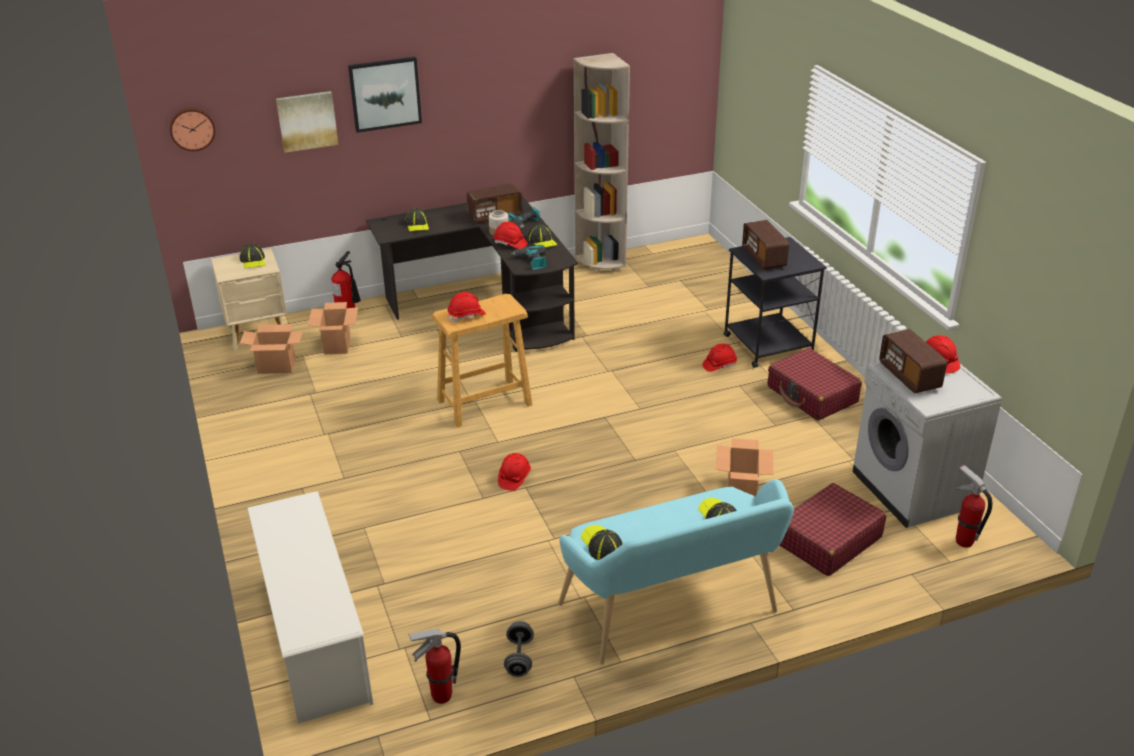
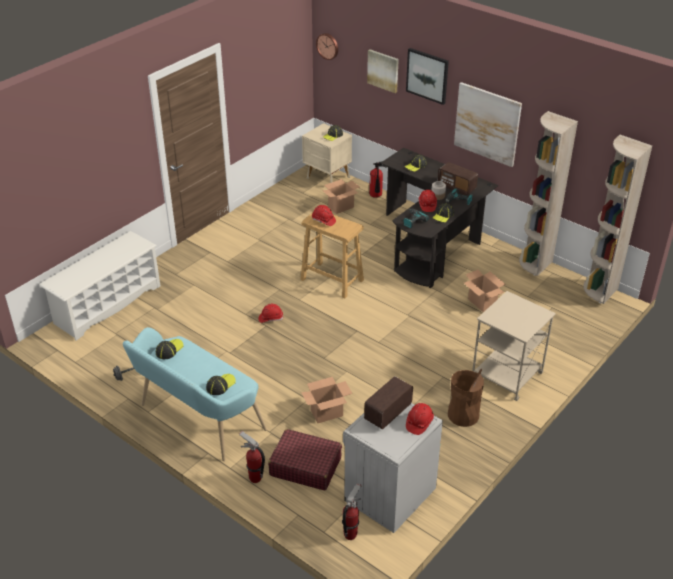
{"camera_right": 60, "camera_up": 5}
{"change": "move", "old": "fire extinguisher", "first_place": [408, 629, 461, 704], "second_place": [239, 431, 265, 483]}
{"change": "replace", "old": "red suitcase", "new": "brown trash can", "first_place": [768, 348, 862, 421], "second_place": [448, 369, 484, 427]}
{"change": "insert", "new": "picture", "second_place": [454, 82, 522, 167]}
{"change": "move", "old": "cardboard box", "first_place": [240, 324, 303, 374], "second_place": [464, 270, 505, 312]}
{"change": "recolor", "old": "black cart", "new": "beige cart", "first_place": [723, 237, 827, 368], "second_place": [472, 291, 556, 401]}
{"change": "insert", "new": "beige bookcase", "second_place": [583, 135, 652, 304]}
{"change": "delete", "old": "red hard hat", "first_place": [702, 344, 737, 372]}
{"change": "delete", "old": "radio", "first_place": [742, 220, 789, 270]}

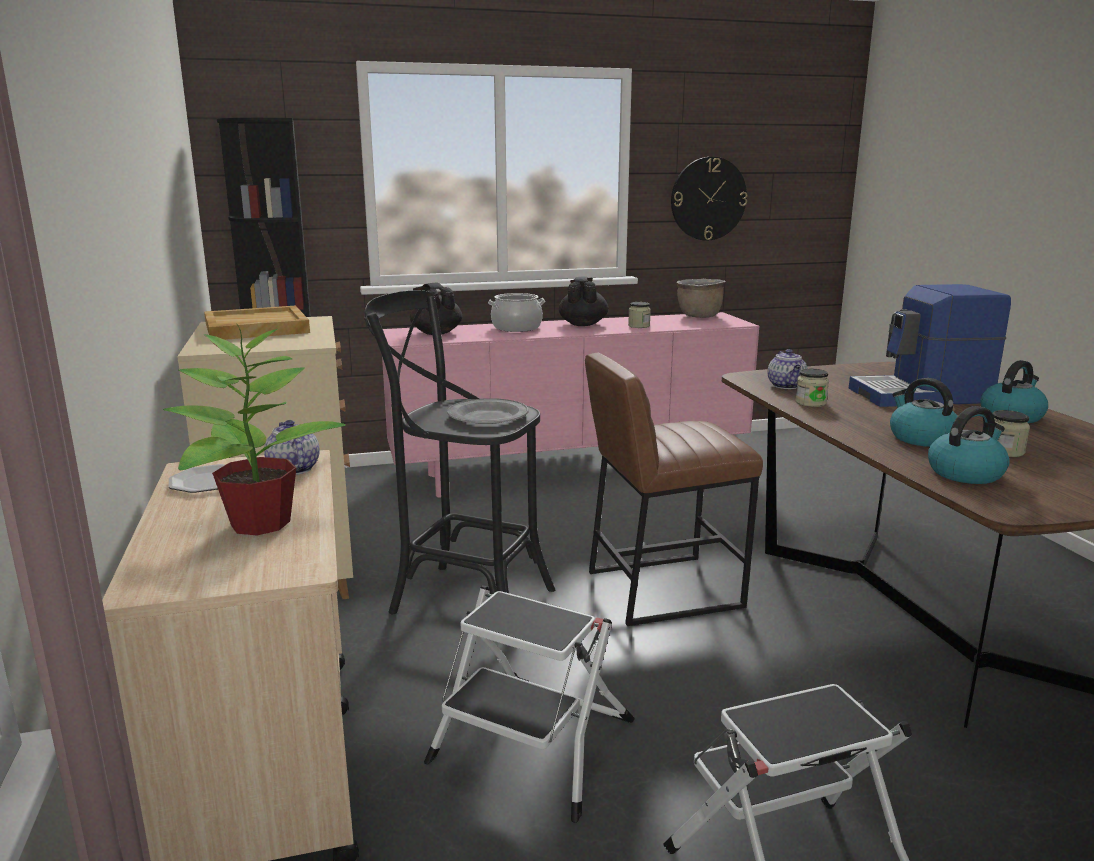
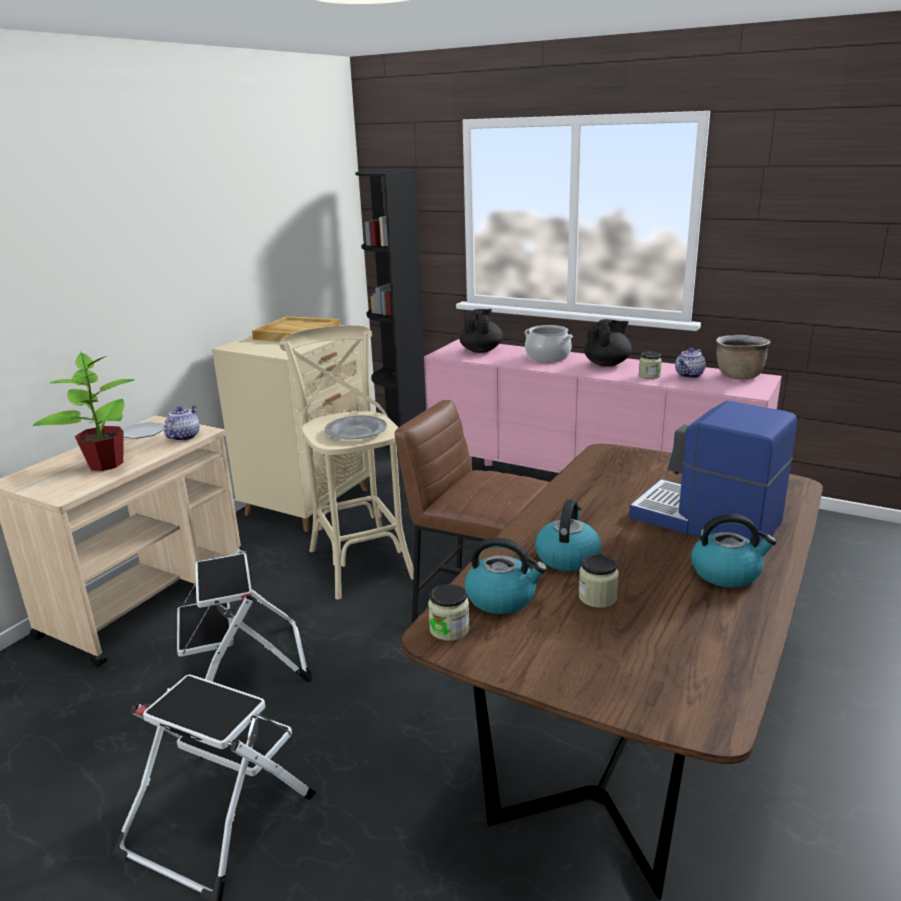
{"camera_right": 45, "camera_up": 5}
{"change": "recolor", "old": "black stool", "new": "beige stool", "first_place": [364, 290, 555, 614], "second_place": [280, 325, 414, 600]}
{"change": "move", "old": "jar", "first_place": [795, 369, 829, 407], "second_place": [428, 584, 470, 641]}
{"change": "move", "old": "teapot", "first_place": [768, 349, 807, 389], "second_place": [675, 348, 706, 378]}
{"change": "delete", "old": "wall clock", "first_place": [671, 157, 747, 241]}

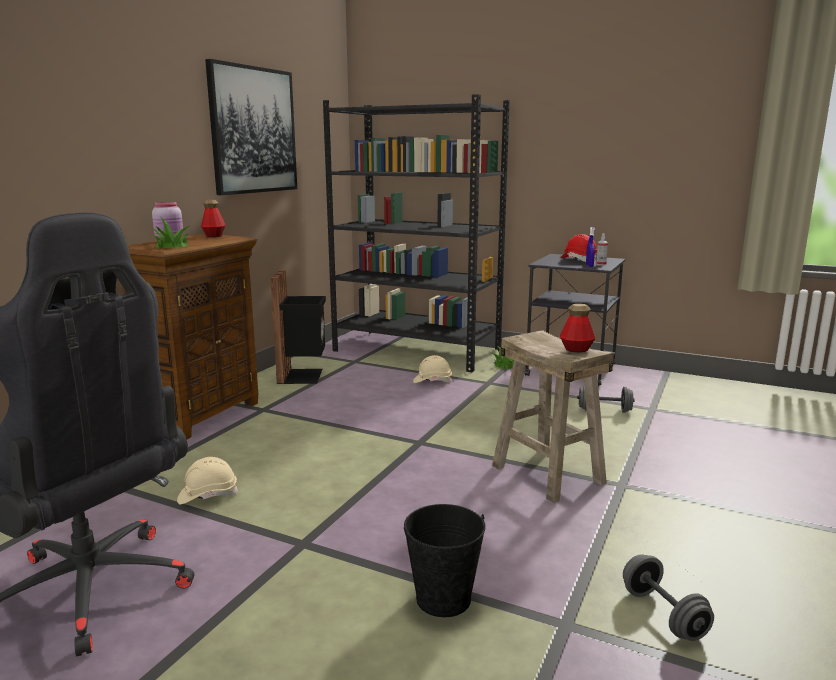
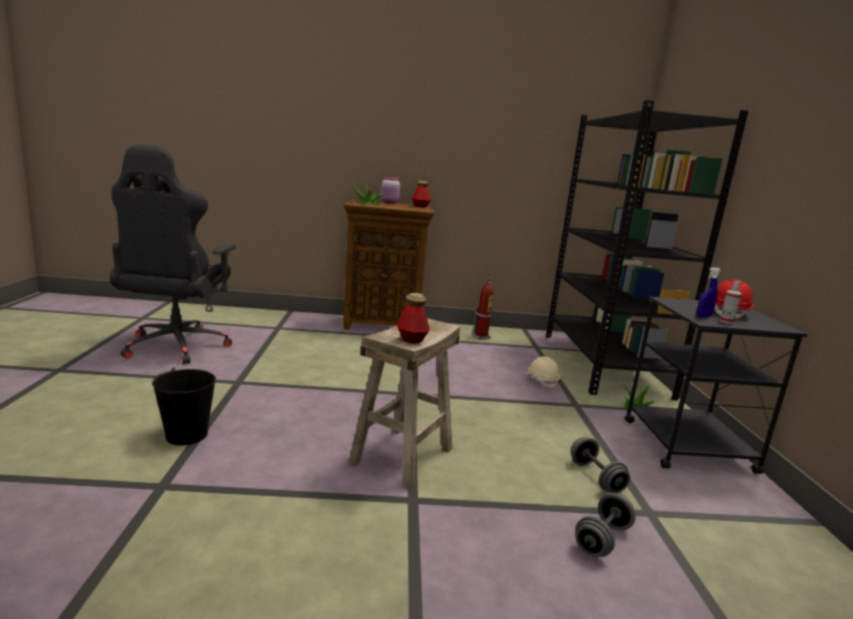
{"camera_right": 60, "camera_up": 0}
{"change": "replace", "old": "black trash can", "new": "fire extinguisher", "first_place": [270, 270, 326, 384], "second_place": [473, 277, 494, 340]}
{"change": "move", "old": "grey dumbbell", "first_place": [623, 554, 714, 641], "second_place": [575, 493, 636, 557]}
{"change": "delete", "old": "beige hard hat", "first_place": [177, 457, 238, 504]}
{"change": "delete", "old": "picture", "first_place": [205, 59, 297, 195]}

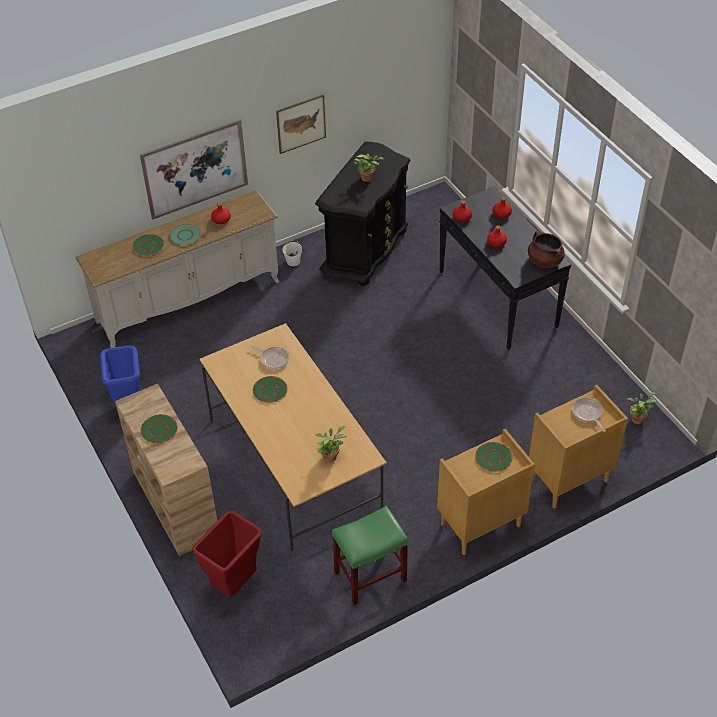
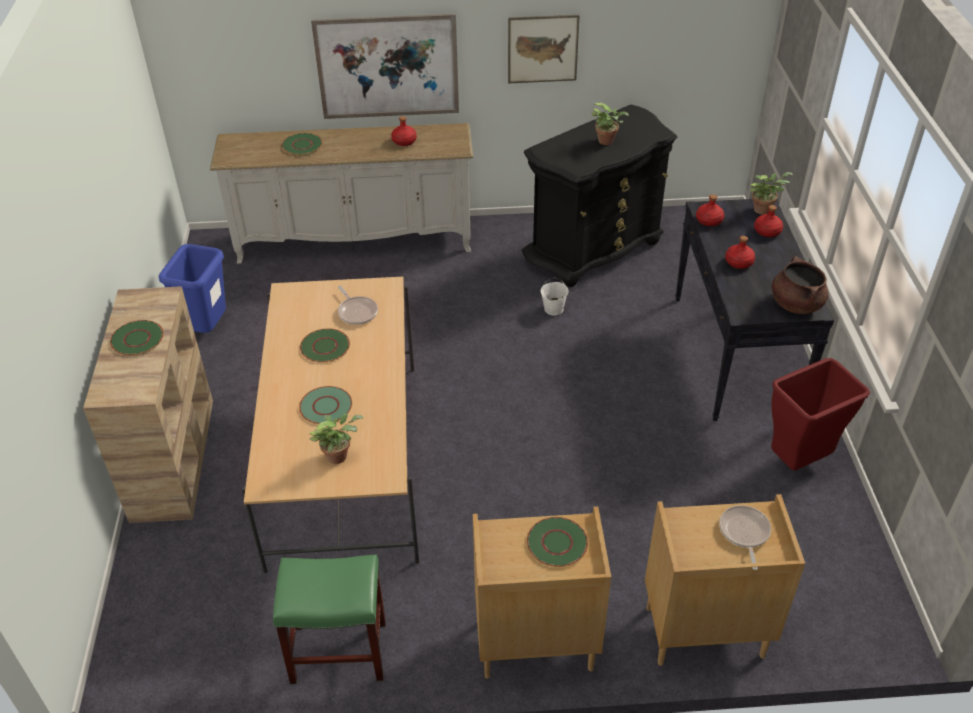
{"camera_right": 25, "camera_up": -5}
{"change": "move", "old": "green plate", "first_place": [169, 224, 201, 246], "second_place": [299, 386, 352, 424]}
{"change": "move", "old": "white bucket", "first_place": [283, 240, 302, 266], "second_place": [541, 277, 568, 315]}
{"change": "move", "old": "potted plant", "first_place": [627, 392, 657, 424], "second_place": [749, 172, 794, 215]}
{"change": "move", "old": "red trash can", "first_place": [192, 511, 262, 598], "second_place": [771, 358, 870, 471]}

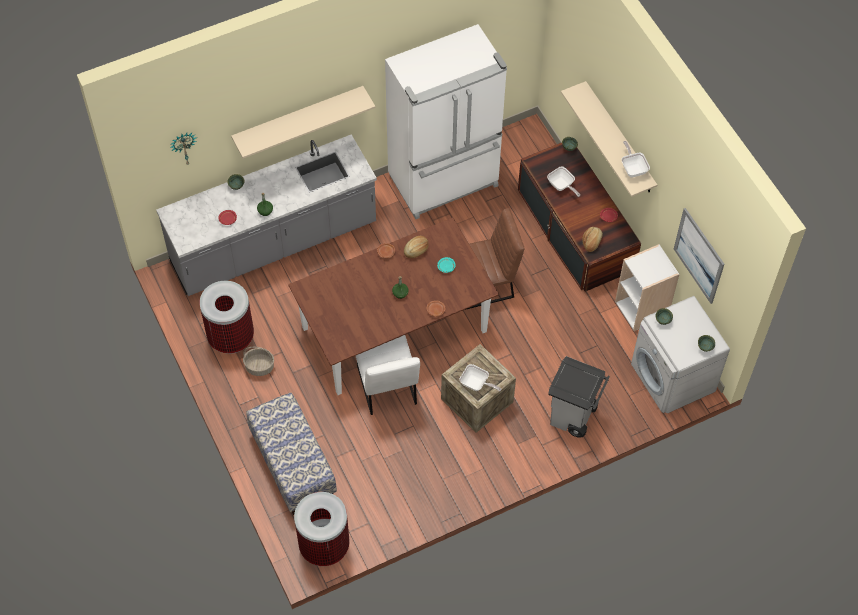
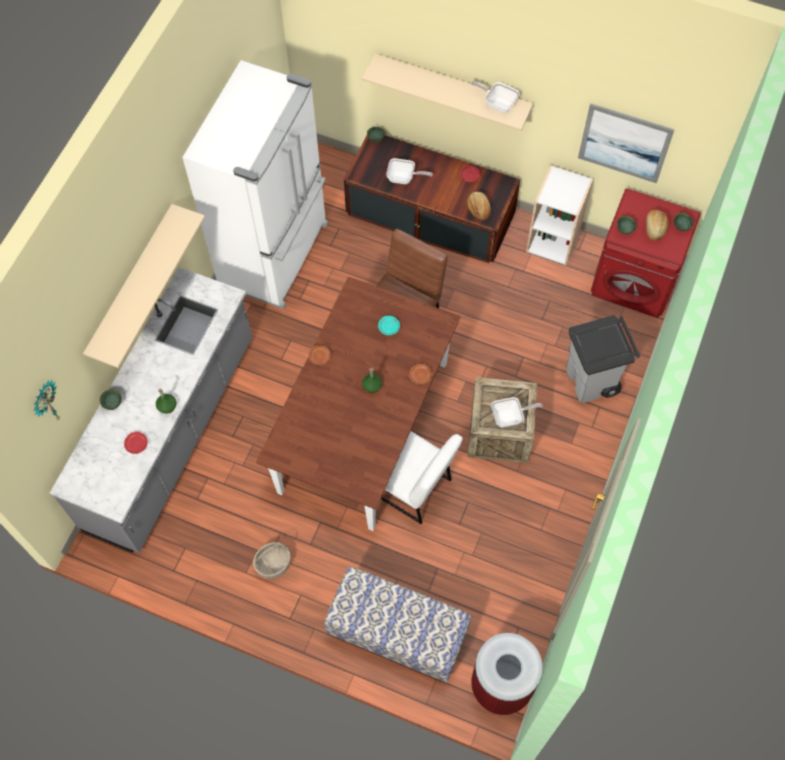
{"camera_right": -40, "camera_up": 5}
{"change": "recolor", "old": "white washing machine", "new": "red washing machine", "first_place": [631, 296, 730, 413], "second_place": [591, 189, 701, 318]}
{"change": "move", "old": "bread", "first_place": [404, 236, 429, 258], "second_place": [646, 210, 669, 241]}
{"change": "delete", "old": "trash can", "first_place": [199, 281, 254, 354]}

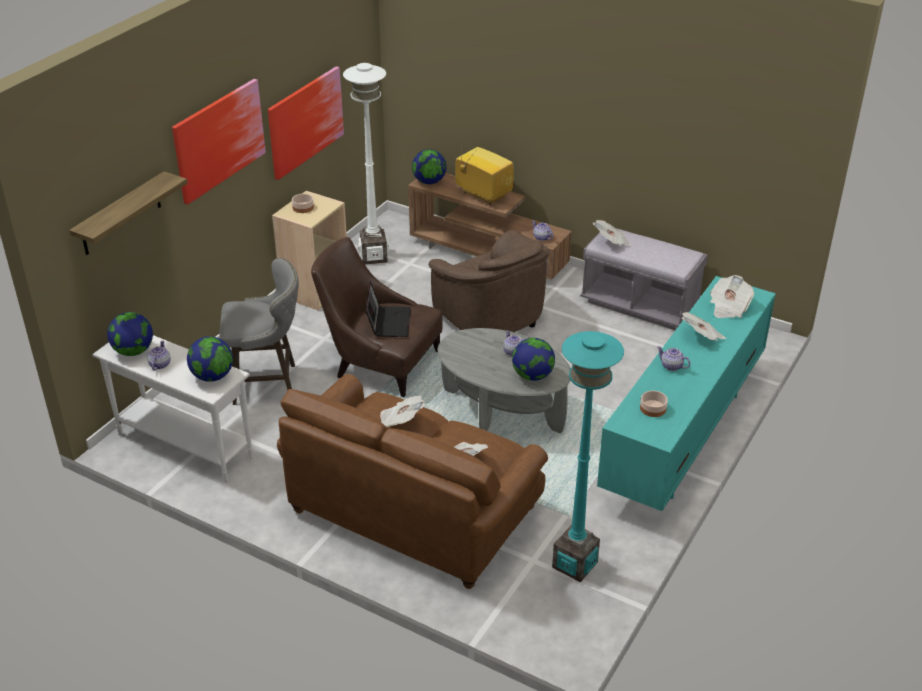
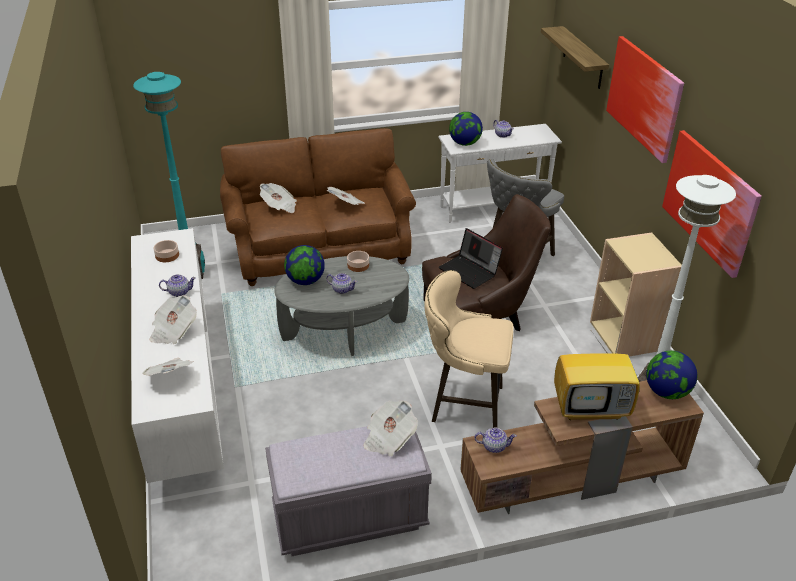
{"camera_right": 135, "camera_up": 0}
{"change": "recolor", "old": "turquoise cabinet", "new": "white cabinet", "first_place": [597, 276, 776, 511], "second_place": [131, 228, 224, 483]}
{"change": "move", "old": "bowl", "first_place": [292, 194, 314, 213], "second_place": [347, 251, 369, 272]}
{"change": "replace", "old": "brown armchair", "new": "beige stool", "first_place": [429, 230, 550, 332], "second_place": [424, 270, 513, 428]}
{"change": "delete", "old": "globe", "first_place": [107, 312, 153, 356]}

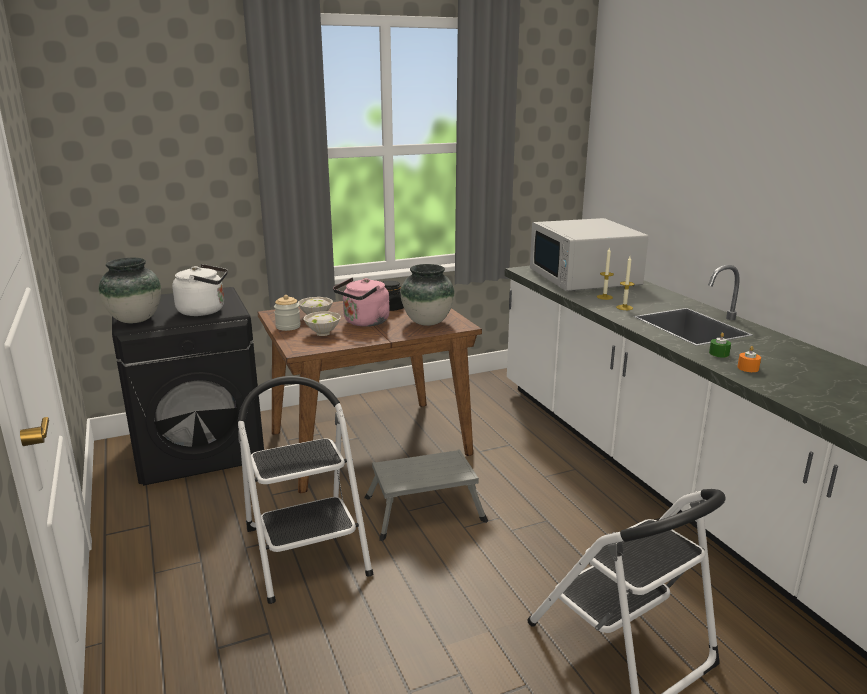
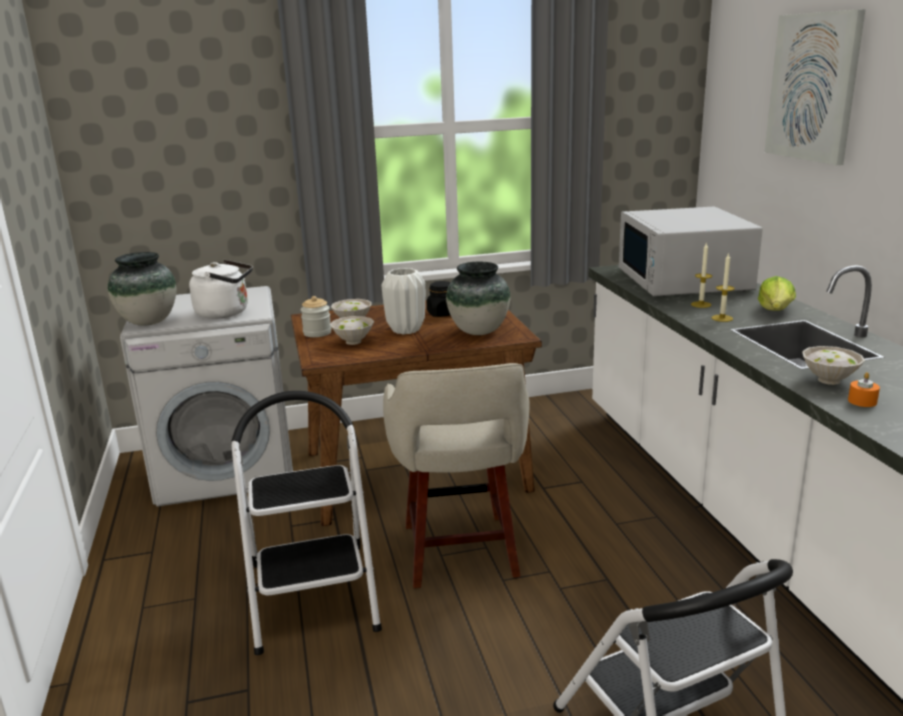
{"camera_right": 10, "camera_up": 0}
{"change": "recolor", "old": "black washing machine", "new": "white washing machine", "first_place": [112, 287, 264, 486], "second_place": [120, 286, 293, 507]}
{"change": "replace", "old": "pink kettle", "new": "white vase", "first_place": [333, 277, 390, 327], "second_place": [382, 268, 425, 334]}
{"change": "replace", "old": "grey step ladder", "new": "beige stool", "first_place": [364, 449, 488, 541], "second_place": [383, 363, 530, 588]}
{"change": "insert", "new": "lettuce", "second_place": [758, 276, 796, 311]}
{"change": "insert", "new": "picture", "second_place": [765, 9, 866, 165]}
{"change": "replace", "old": "green candle", "new": "white bowl", "first_place": [709, 332, 731, 357], "second_place": [802, 346, 865, 385]}

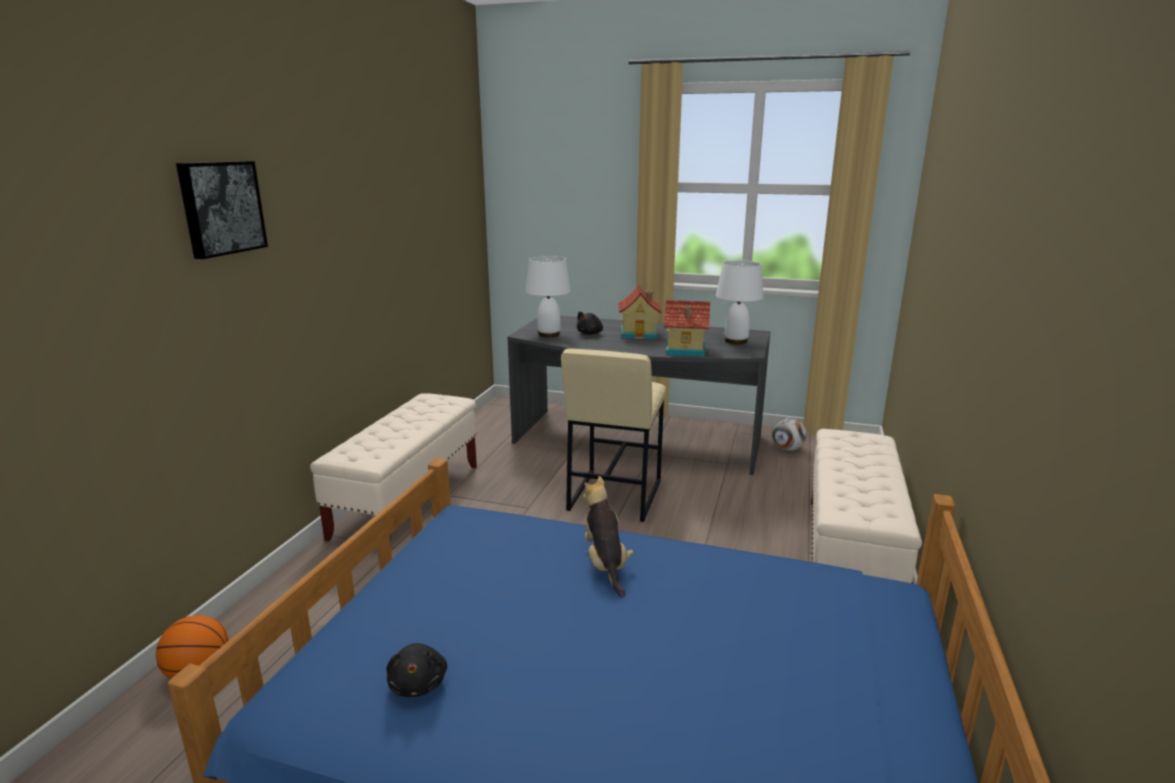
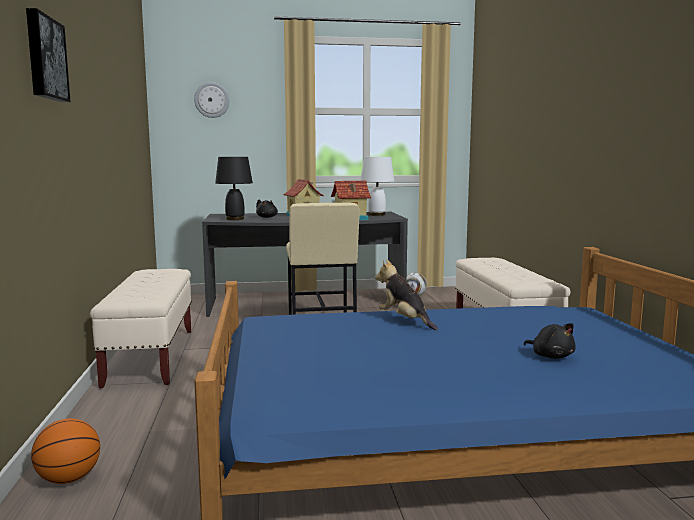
{"camera_right": -25, "camera_up": -10}
{"change": "insert", "new": "wall clock", "second_place": [194, 82, 230, 118]}
{"change": "recolor", "old": "white table lamp", "new": "black table lamp", "first_place": [526, 256, 571, 337], "second_place": [215, 157, 253, 220]}
{"change": "move", "old": "black plush toy", "first_place": [386, 643, 447, 697], "second_place": [524, 323, 576, 359]}

